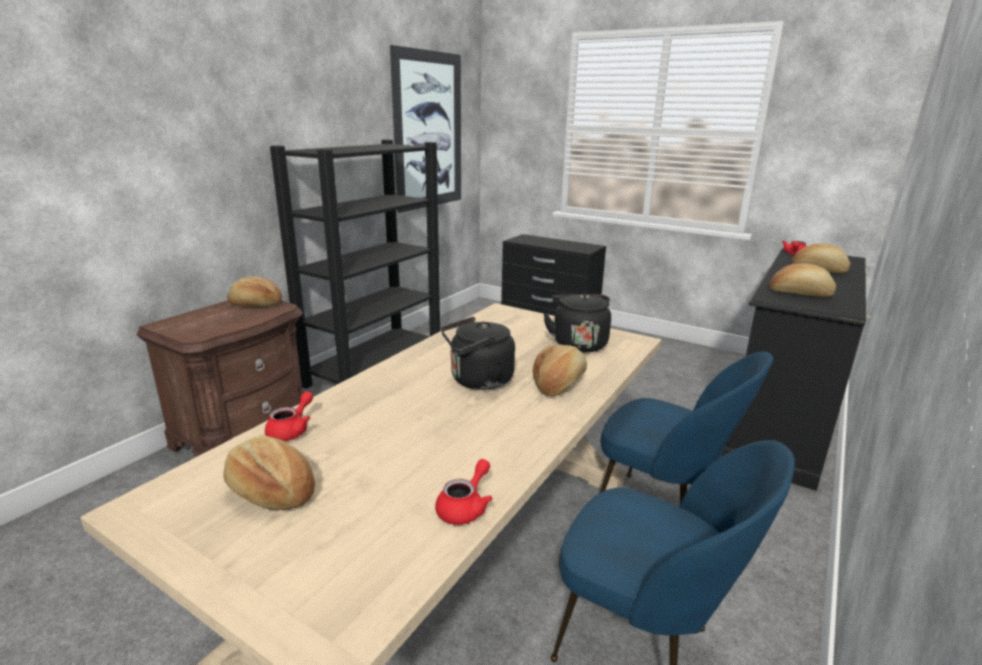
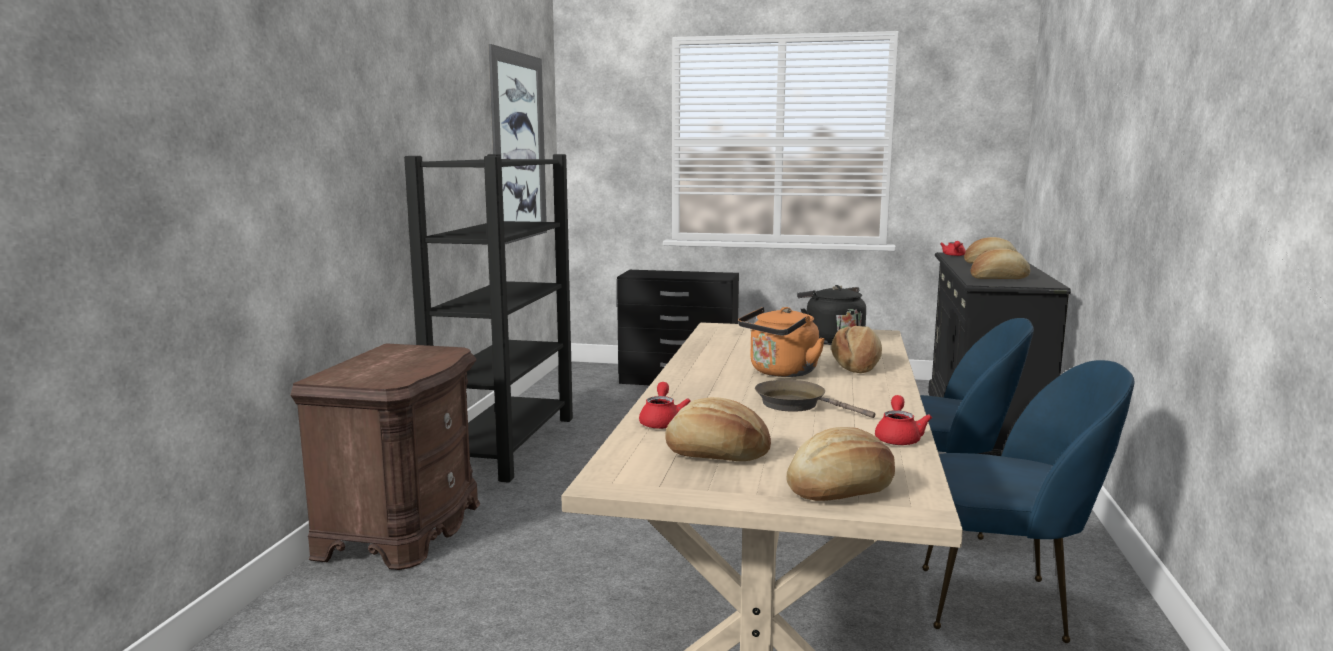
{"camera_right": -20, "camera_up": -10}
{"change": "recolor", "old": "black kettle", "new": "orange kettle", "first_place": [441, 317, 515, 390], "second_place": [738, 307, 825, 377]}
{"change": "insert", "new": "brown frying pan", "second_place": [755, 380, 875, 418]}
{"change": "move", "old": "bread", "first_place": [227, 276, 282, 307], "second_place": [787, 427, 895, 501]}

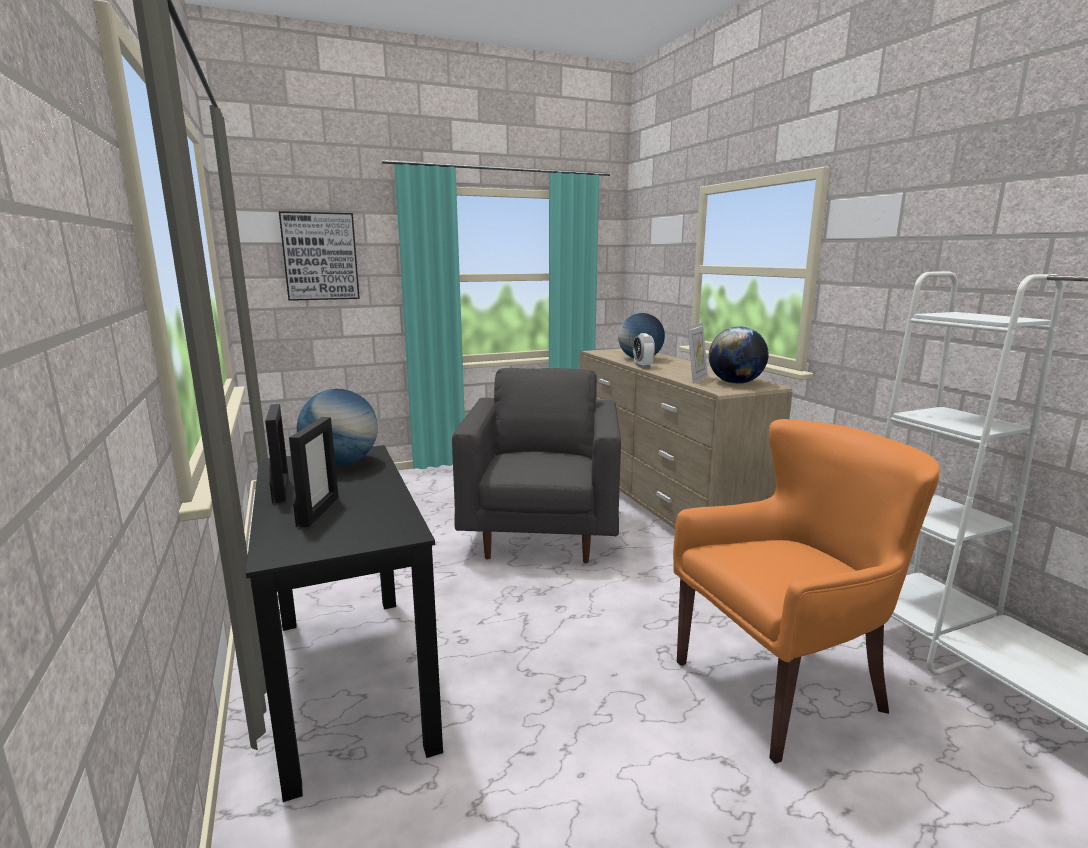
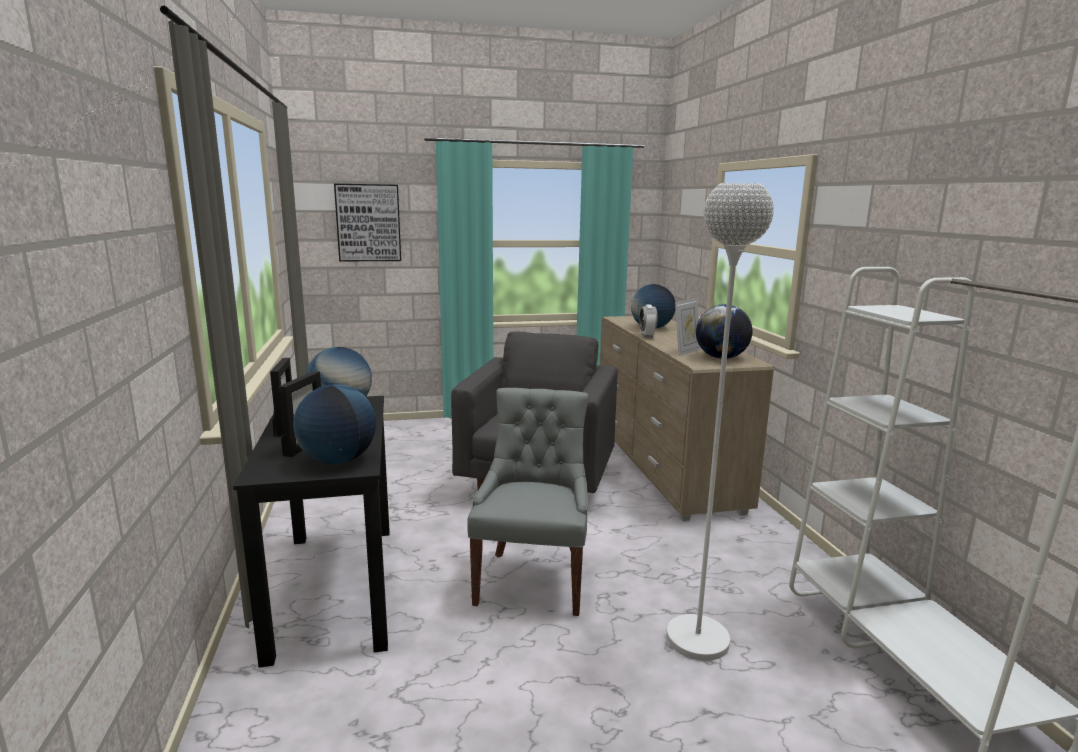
{"camera_right": 10, "camera_up": 0}
{"change": "insert", "new": "globe", "second_place": [293, 384, 376, 464]}
{"change": "insert", "new": "grey chair", "second_place": [467, 388, 589, 616]}
{"change": "replace", "old": "orange armchair", "new": "white floor lamp", "first_place": [673, 419, 940, 764], "second_place": [666, 183, 774, 661]}

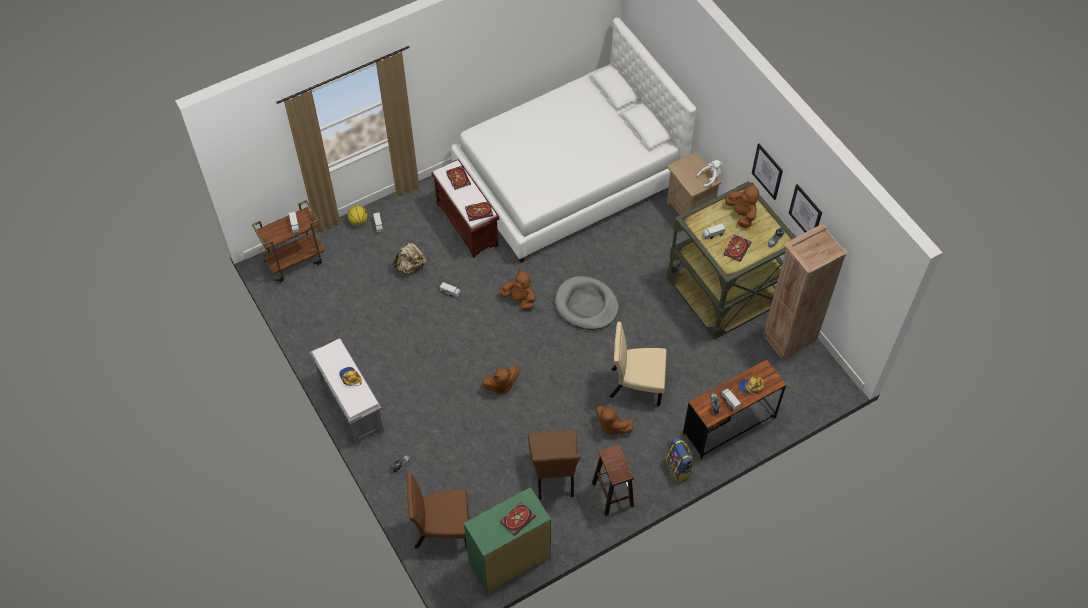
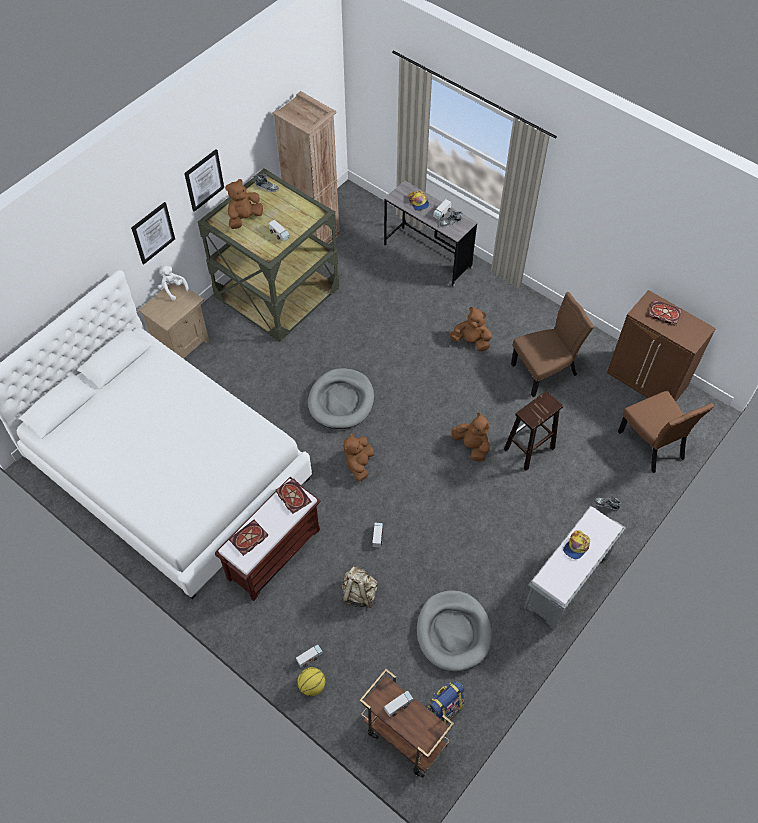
{"camera_right": -110, "camera_up": 0}
{"change": "move", "old": "picture", "first_place": [789, 184, 822, 233], "second_place": [131, 202, 175, 264]}
{"change": "recolor", "old": "brown desk", "new": "grey desk", "first_place": [682, 360, 786, 460], "second_place": [384, 180, 477, 287]}
{"change": "insert", "new": "grey dog bed", "second_place": [417, 591, 492, 672]}
{"change": "move", "old": "backpack", "first_place": [666, 437, 693, 482], "second_place": [427, 681, 464, 724]}
{"change": "rotate", "old": "brown plush toy", "first_place": [596, 406, 633, 435], "second_place": [449, 307, 492, 351], "degrees": -90}
{"change": "move", "old": "brown stool", "first_place": [592, 444, 634, 516], "second_place": [504, 391, 563, 471]}
{"change": "recolor", "old": "green cabinet", "new": "brown cabinet", "first_place": [464, 487, 551, 593], "second_place": [607, 290, 716, 401]}
{"change": "delete", "old": "beige chair", "first_place": [609, 322, 667, 406]}
{"change": "delete", "old": "book", "first_place": [723, 234, 751, 262]}

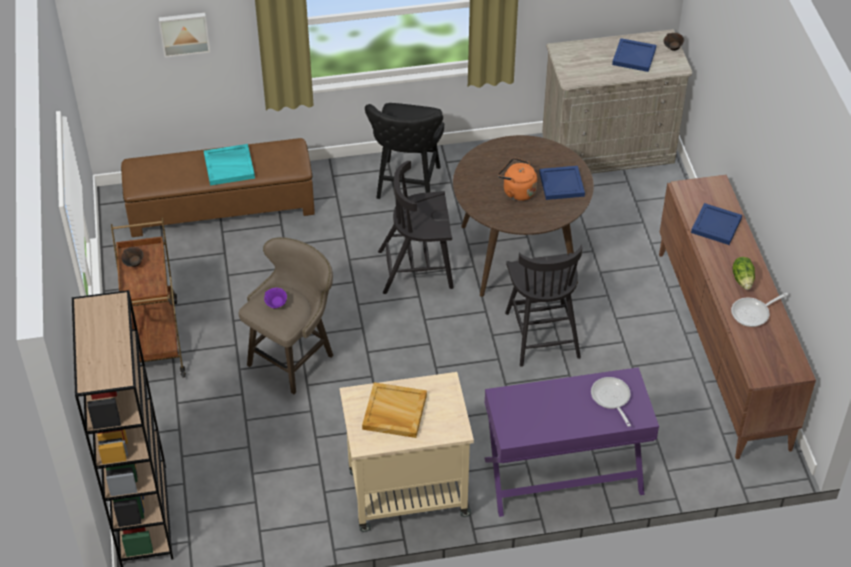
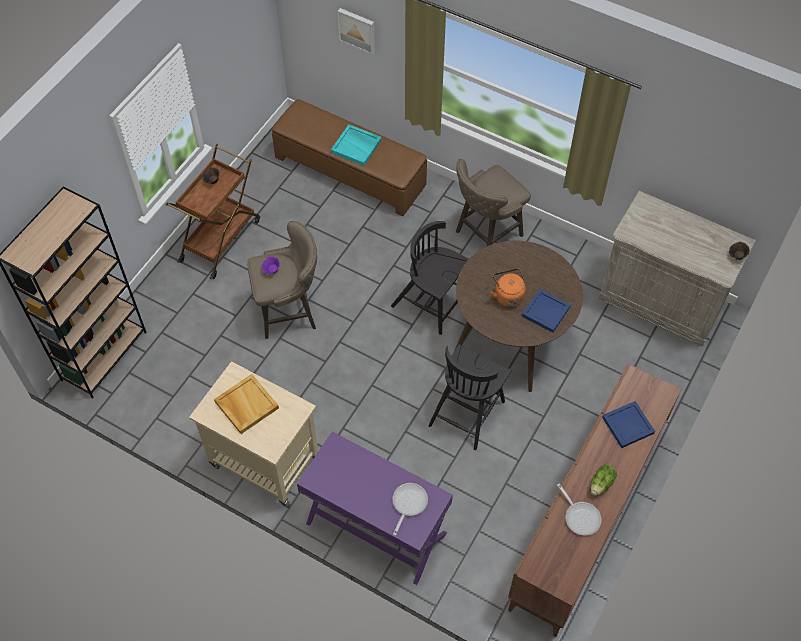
{"camera_right": 40, "camera_up": 10}
{"change": "recolor", "old": "black stool", "new": "beige stool", "first_place": [365, 103, 444, 199], "second_place": [456, 159, 531, 246]}
{"change": "rotate", "old": "frying pan", "first_place": [731, 293, 788, 327], "second_place": [557, 484, 601, 536], "degrees": -135}
{"change": "delete", "old": "blue tray", "first_place": [612, 38, 656, 72]}

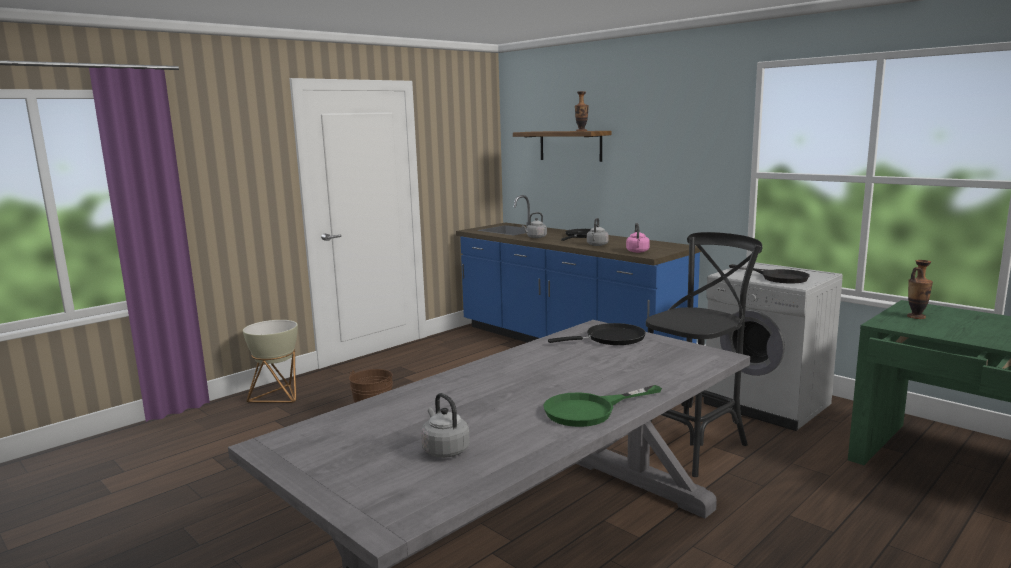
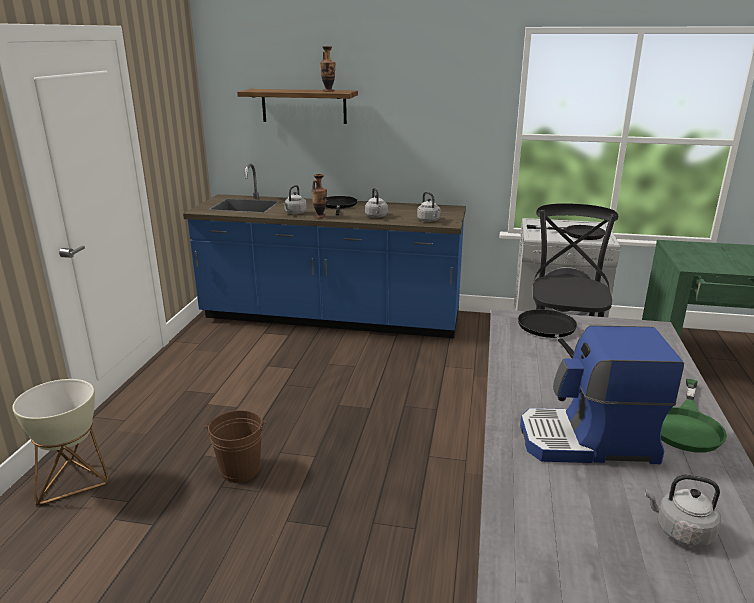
{"camera_right": -35, "camera_up": 10}
{"change": "move", "old": "vase", "first_place": [907, 260, 933, 319], "second_place": [311, 174, 327, 218]}
{"change": "recolor", "old": "pink kettle", "new": "grey kettle", "first_place": [626, 223, 650, 253], "second_place": [417, 192, 441, 222]}
{"change": "rotate", "old": "black frying pan", "first_place": [548, 323, 646, 345], "second_place": [518, 309, 577, 358], "degrees": -45}
{"change": "insert", "new": "coffee machine", "second_place": [520, 325, 684, 464]}

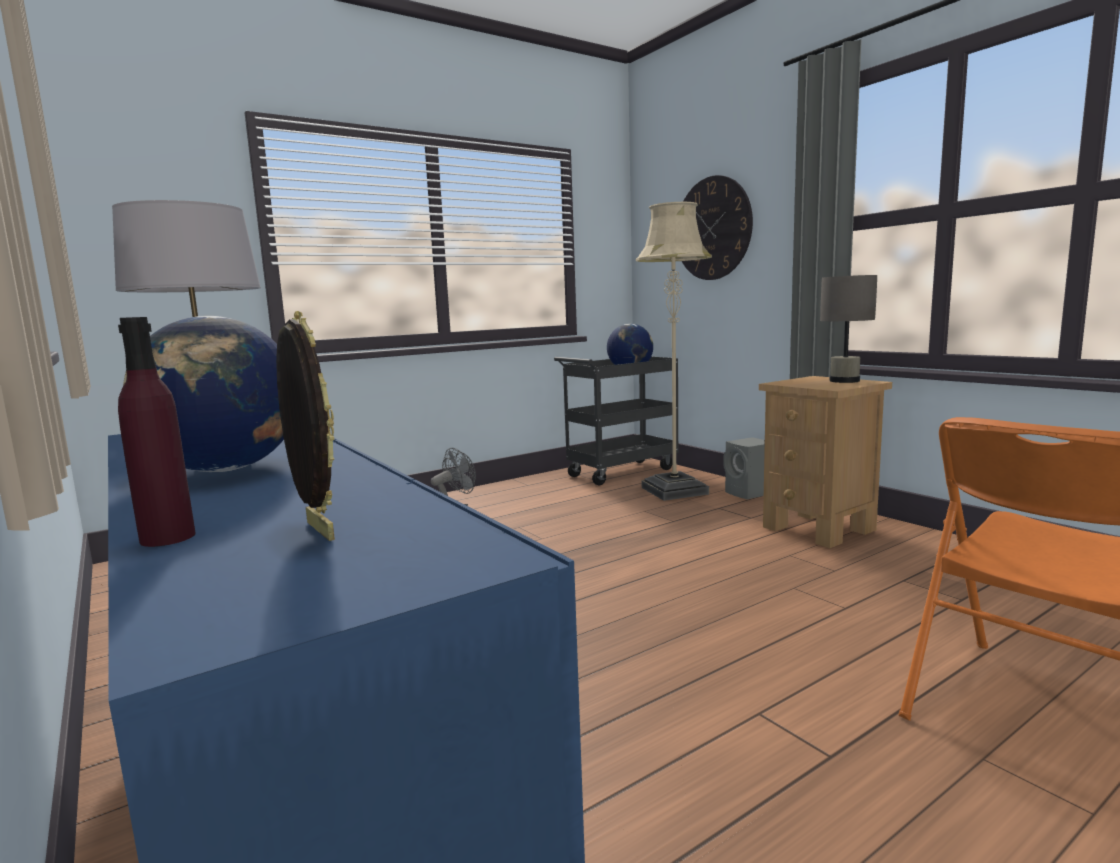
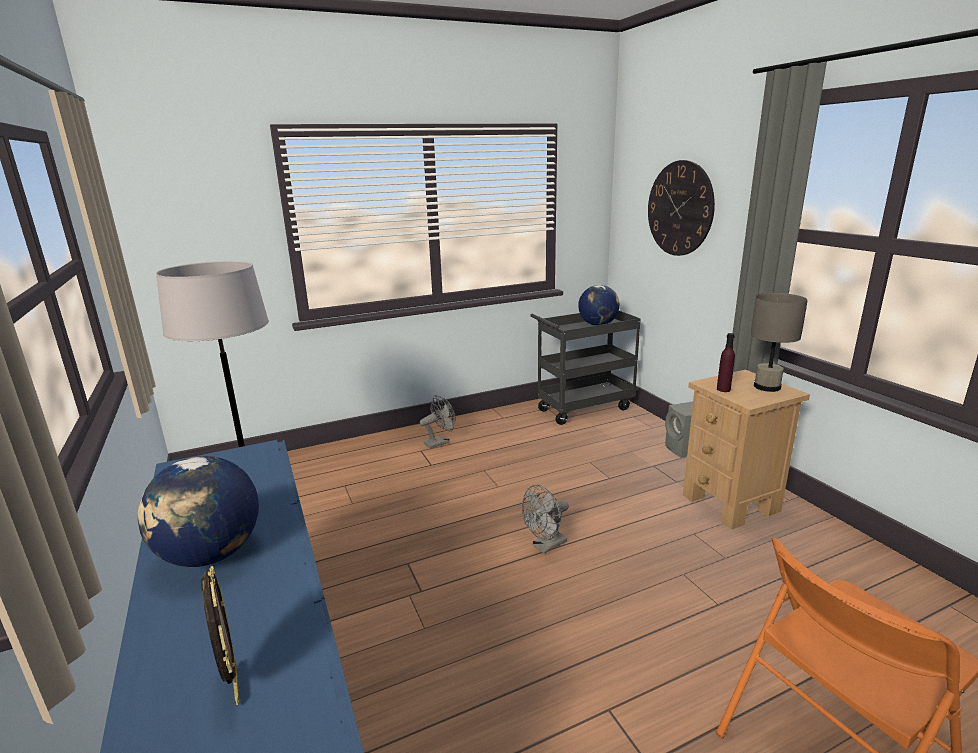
{"camera_right": 10, "camera_up": 10}
{"change": "insert", "new": "grey fan", "second_place": [521, 485, 569, 554]}
{"change": "move", "old": "purple bottle", "first_place": [118, 317, 196, 547], "second_place": [717, 333, 735, 392]}
{"change": "delete", "old": "beige floor lamp", "first_place": [636, 202, 712, 501]}

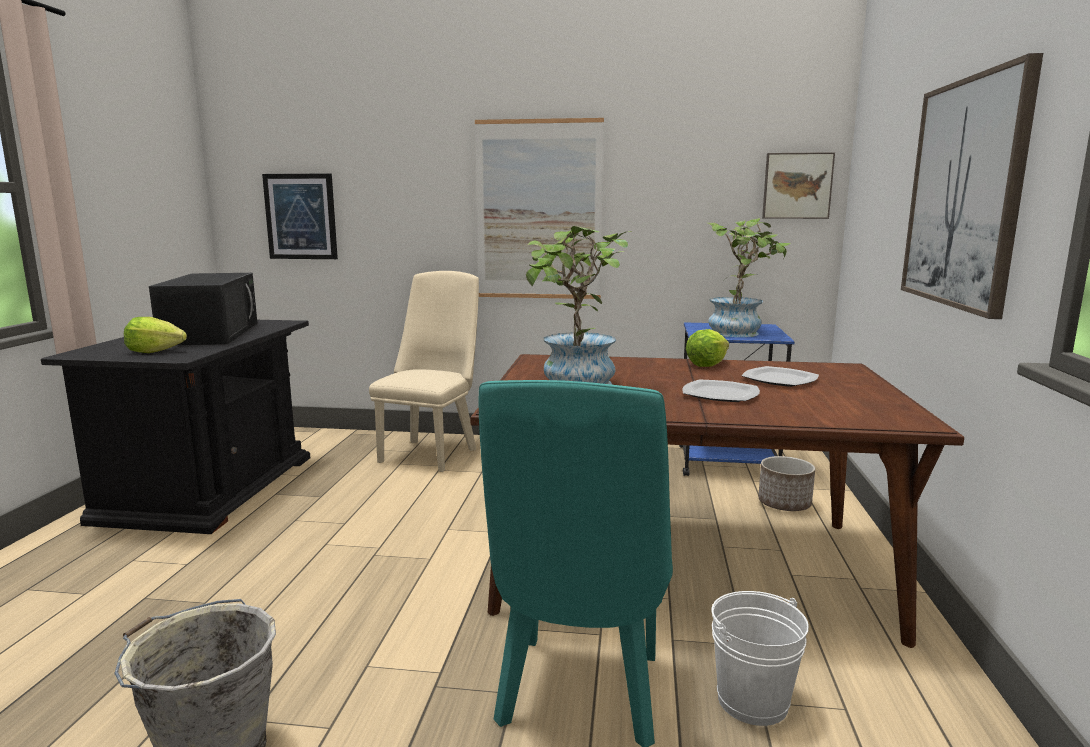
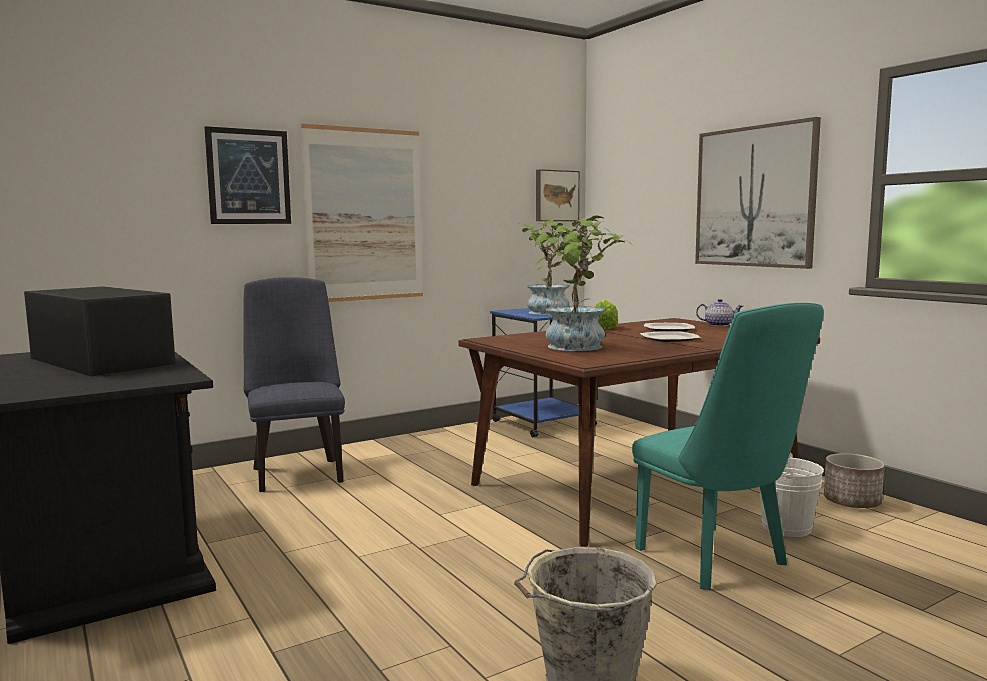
{"camera_right": -40, "camera_up": -5}
{"change": "move", "old": "picture", "first_place": [262, 174, 338, 259], "second_place": [204, 126, 291, 224]}
{"change": "recolor", "old": "beige chair", "new": "blue chair", "first_place": [369, 271, 479, 472], "second_place": [243, 277, 345, 492]}
{"change": "insert", "new": "teapot", "second_place": [696, 299, 743, 327]}
{"change": "move", "old": "planter", "first_place": [758, 456, 815, 511], "second_place": [824, 453, 885, 508]}
{"change": "delete", "old": "lettuce", "first_place": [124, 317, 187, 353]}

